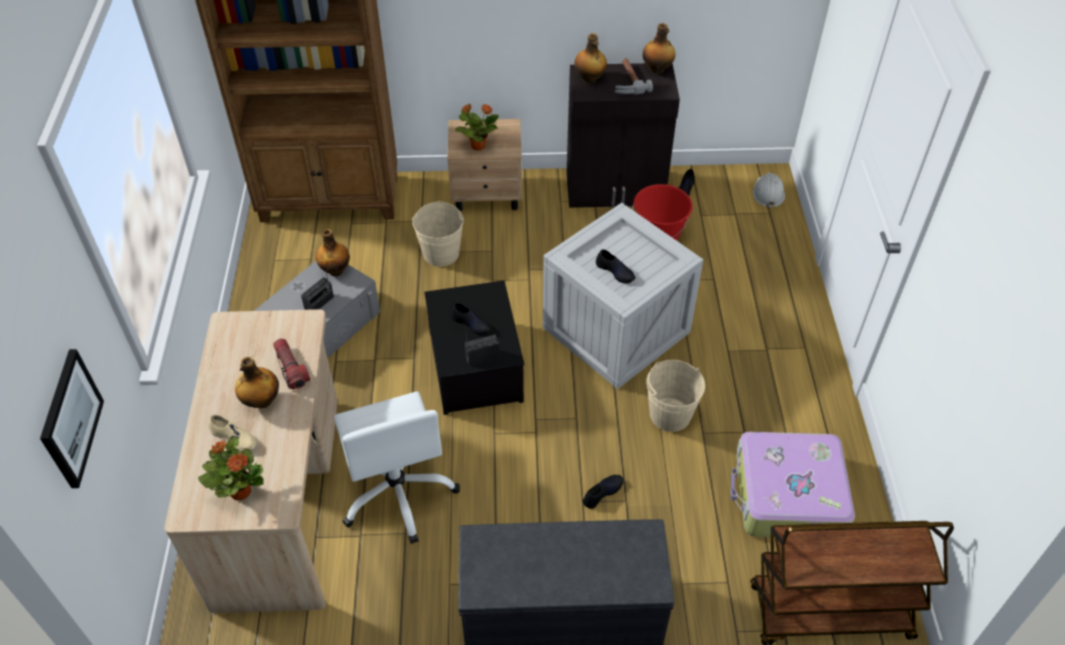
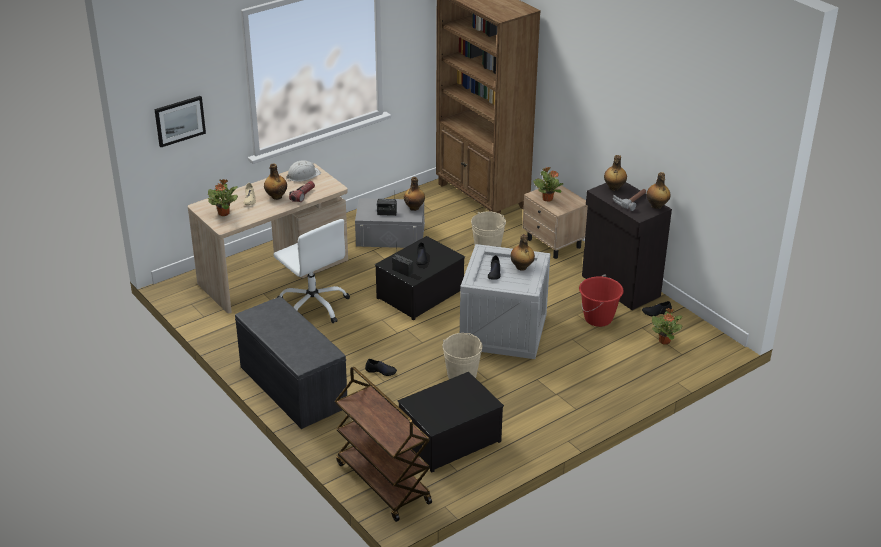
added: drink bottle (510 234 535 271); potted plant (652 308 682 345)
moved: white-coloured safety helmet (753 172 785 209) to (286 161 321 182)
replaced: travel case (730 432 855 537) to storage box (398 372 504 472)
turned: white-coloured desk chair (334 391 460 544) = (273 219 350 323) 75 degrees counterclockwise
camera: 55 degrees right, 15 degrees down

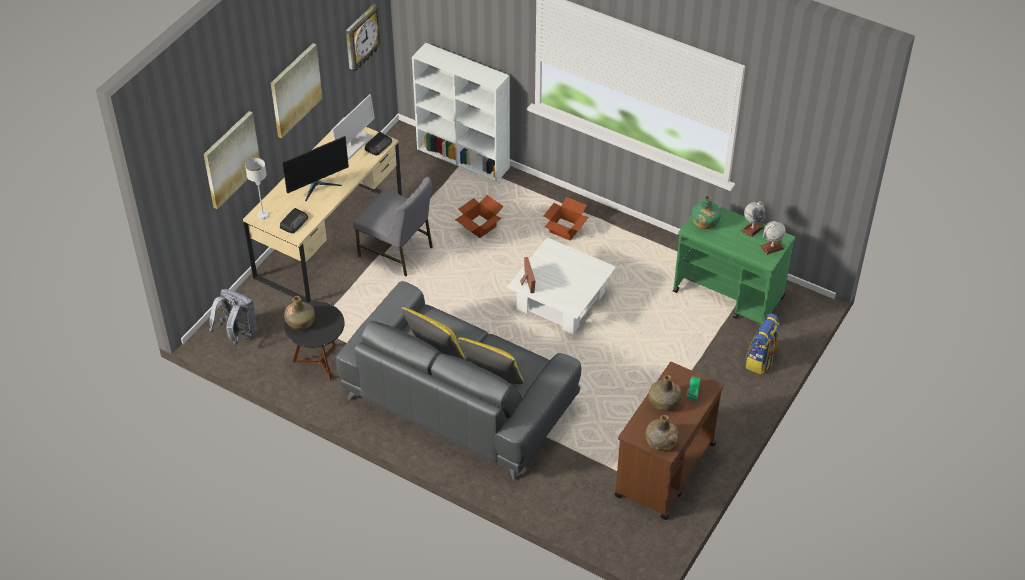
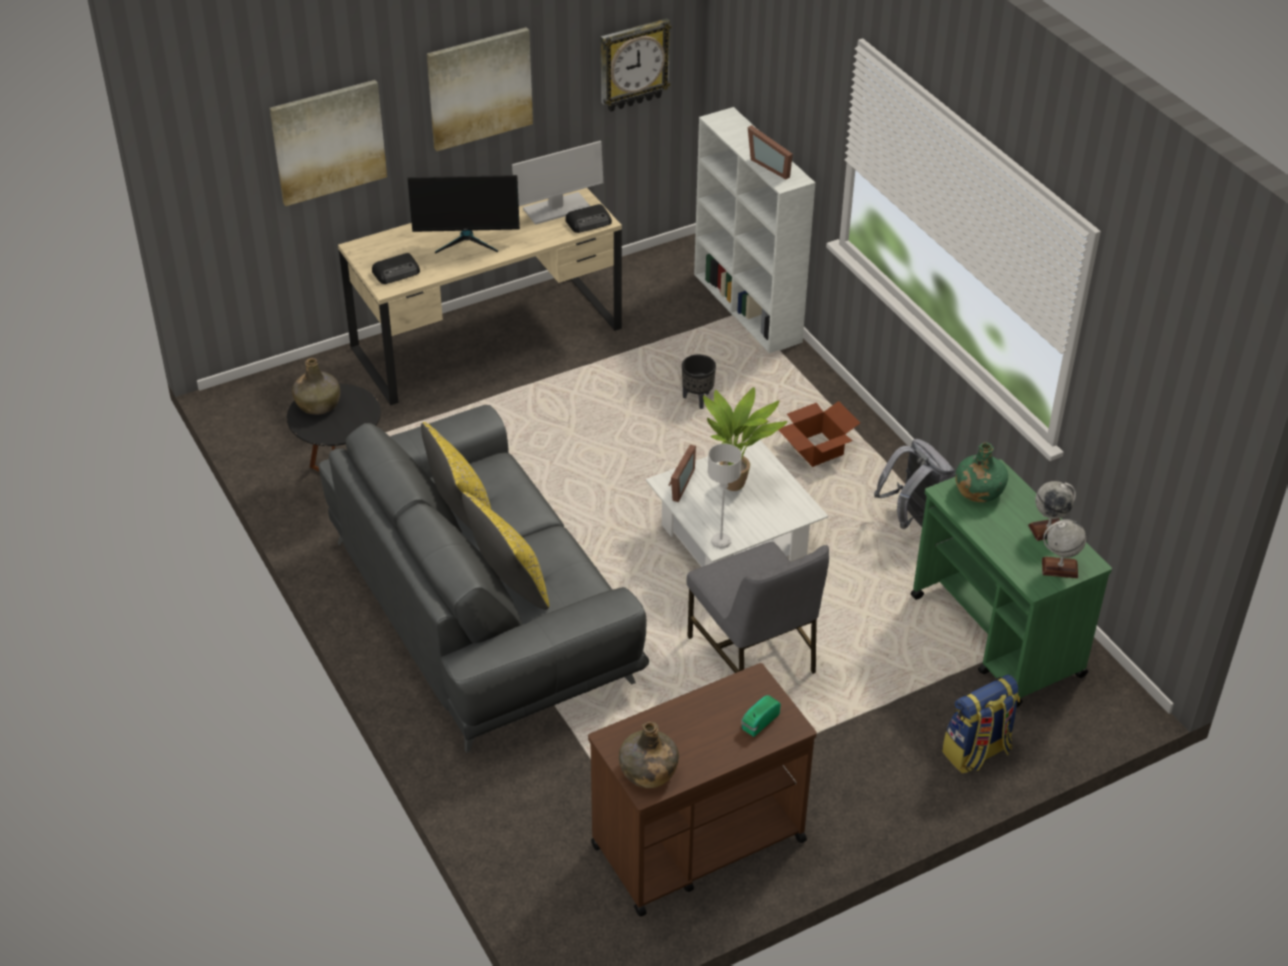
removed: green drink bottle (649 375 682 412)
added: potted plant (703 387 787 491); photo frame (748 125 793 179)
moved: grey upright chair (353 177 433 276) to (686 542 829 674); grey lamp for a table (245 158 269 220) to (708 444 742 549); grey rucksack (209 289 257 346) to (874 439 955 529)
replaced: cardboard box (455 195 504 238) to blackish flower pot (682 354 716 409)
camera: 30 degrees right, 5 degrees down

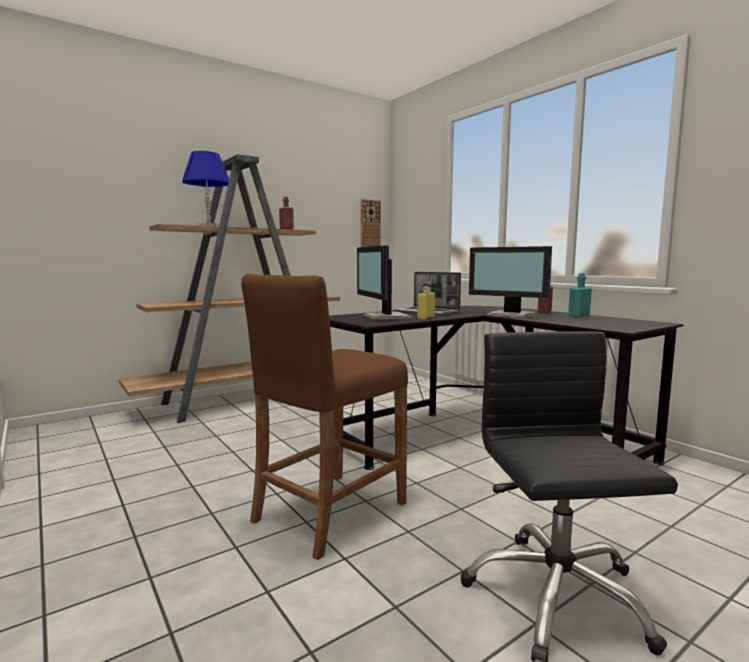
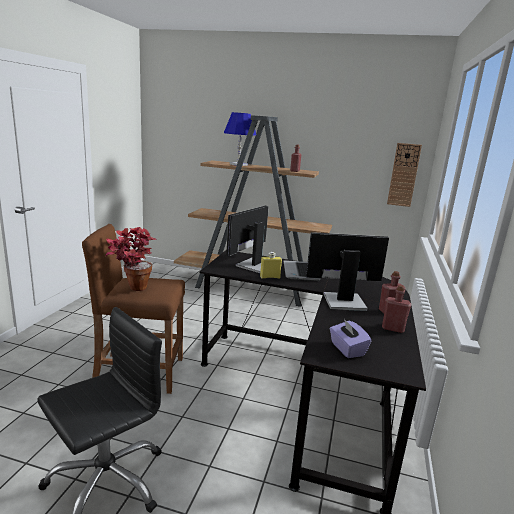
added: potted plant (105 227 157 291); purple-coloured tissue box (330 319 371 358)
recoloured: turquoise-coloured drink bottle (568 273 592 317) to red drink bottle (382 285 411 333)
turned: computer display (469 246 552 318) = (306 232 389 311) 90 degrees clockwise
camera: 50 degrees right, 10 degrees up

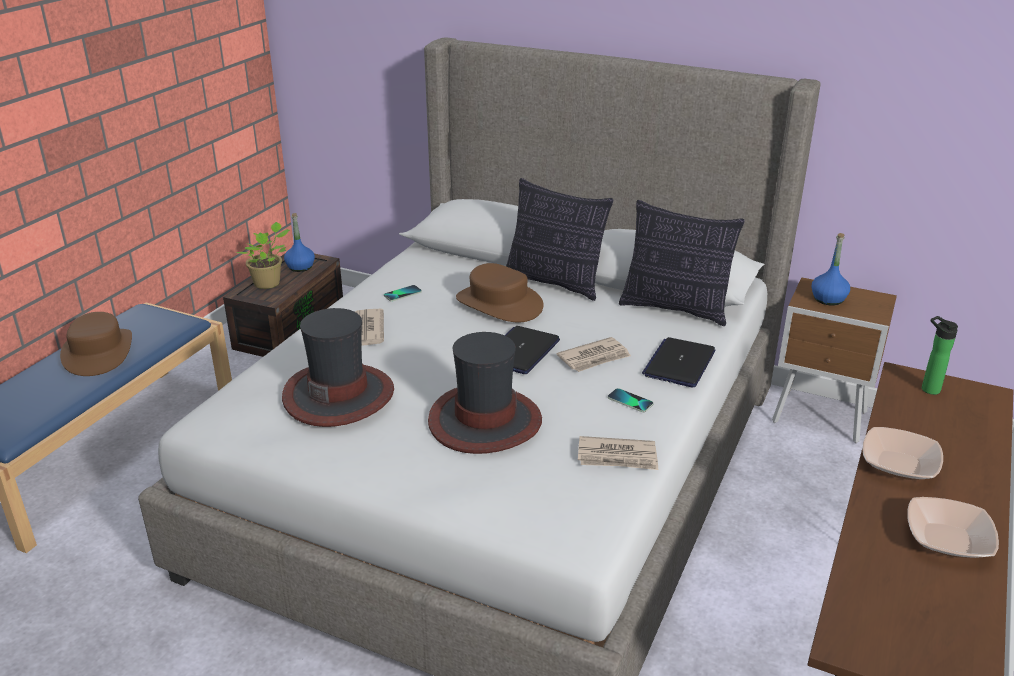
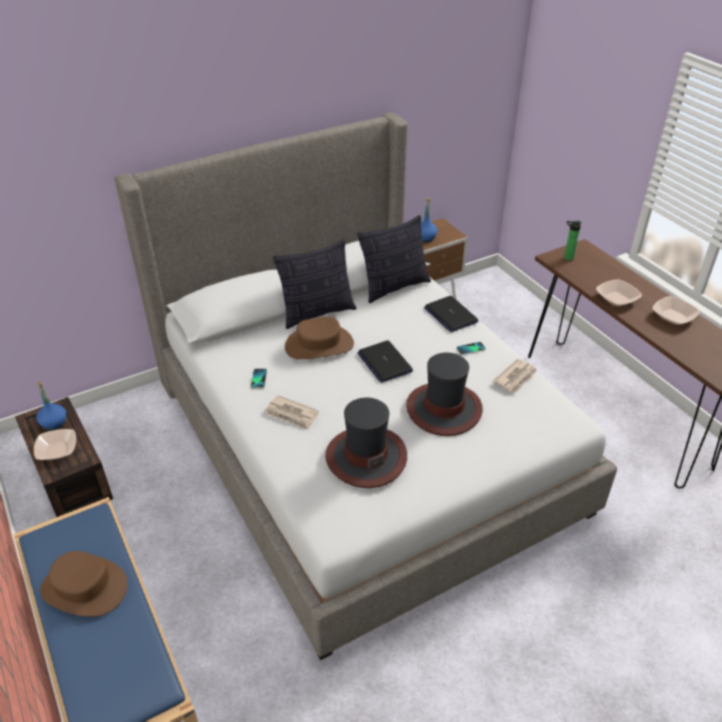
removed: daily paper (557 337 631 372)
replaced: potted plant (236 222 290 289) to serving bowl (34 429 76 460)
camera: 55 degrees left, 10 degrees up

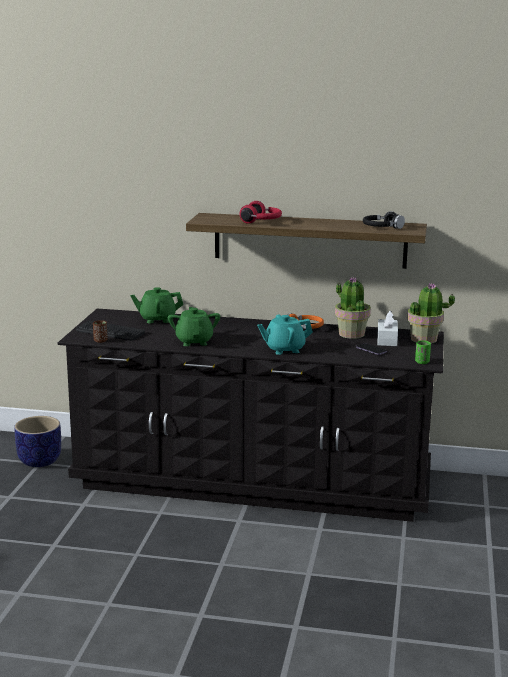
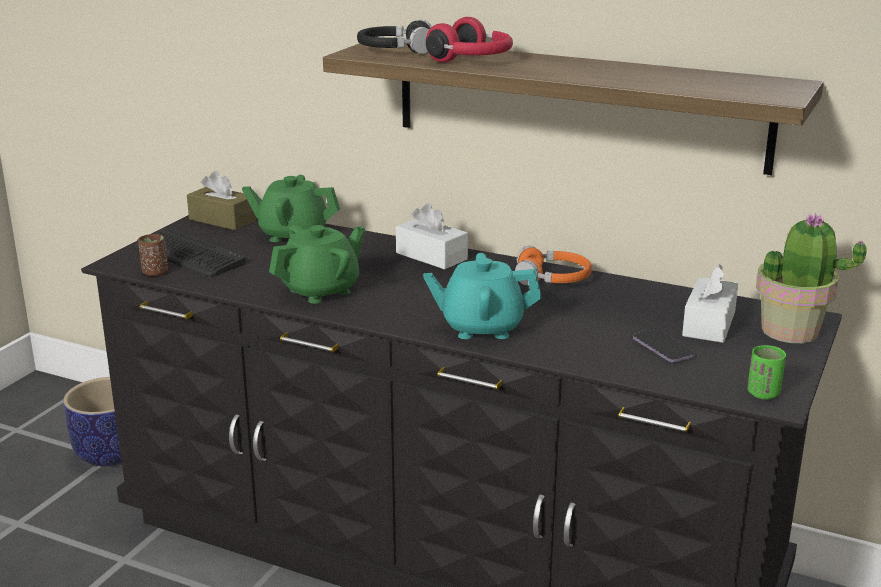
removed: potted plant (335 277 371 339)
added: brown-coloured tissue box (187 171 256 230); white-coloured tissue box (396 203 468 270)
moved: blackish pair of headphones (363 211 405 229) to (357 20 432 54)
turned: green pot for tea (168 307 220 346) = (269 225 365 304) 45 degrees clockwise
camera: 15 degrees right, 5 degrees up

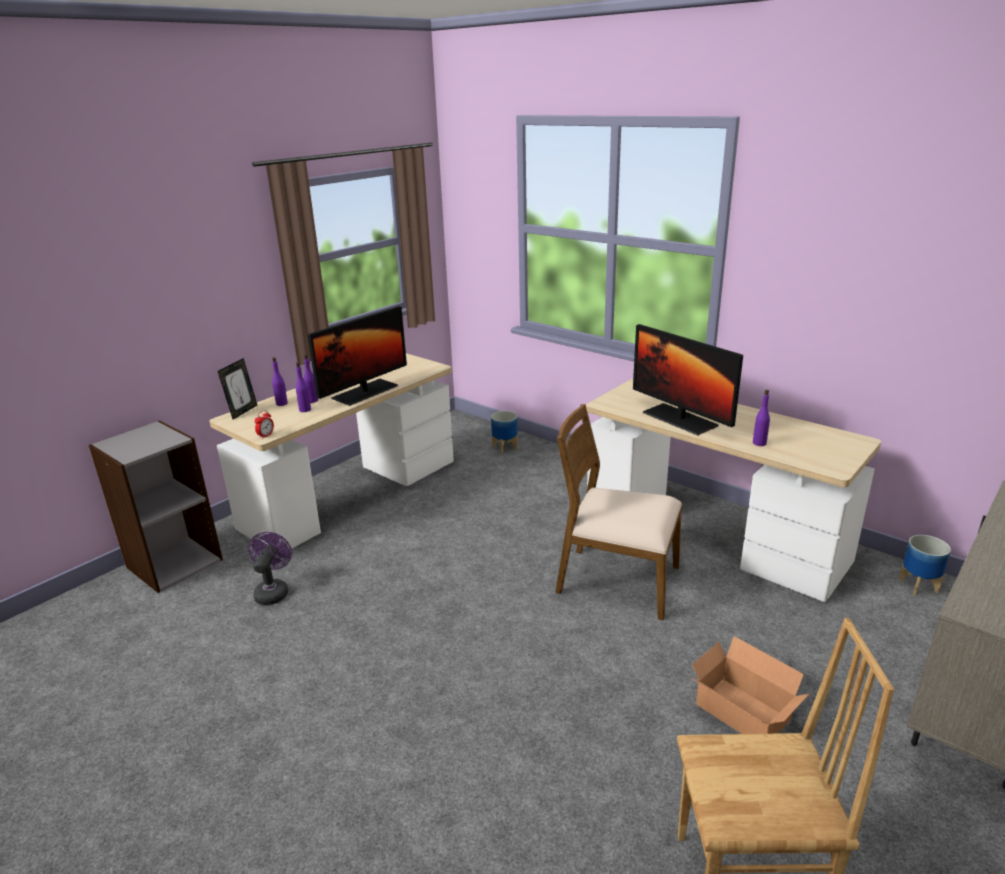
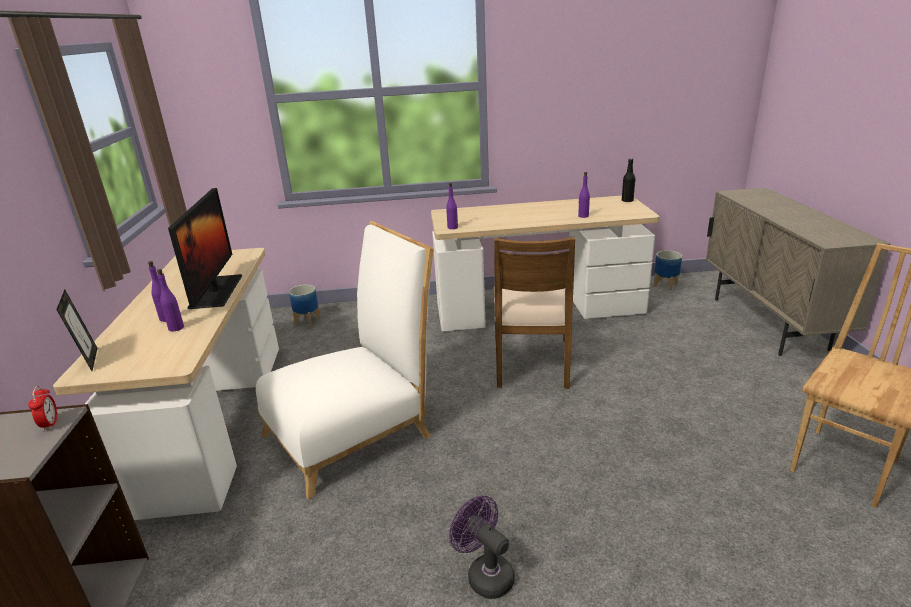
removed: computer display (633 324 743 435); cardboard box (691 636 810 734)
added: white-coloured upright chair (256 221 434 499); blackish drink bottle (622 158 636 202)
moved: table clock (255 410 274 439) to (28 386 57 431); purple-coloured drink bottle (272 357 288 406) to (446 183 458 229); purple-coloured fan (248 532 292 605) to (449 495 515 599)
turned: brown-coloured upright chair (555 404 682 621) = (494 237 575 389) 60 degrees counterclockwise
camera: 45 degrees left, 0 degrees up

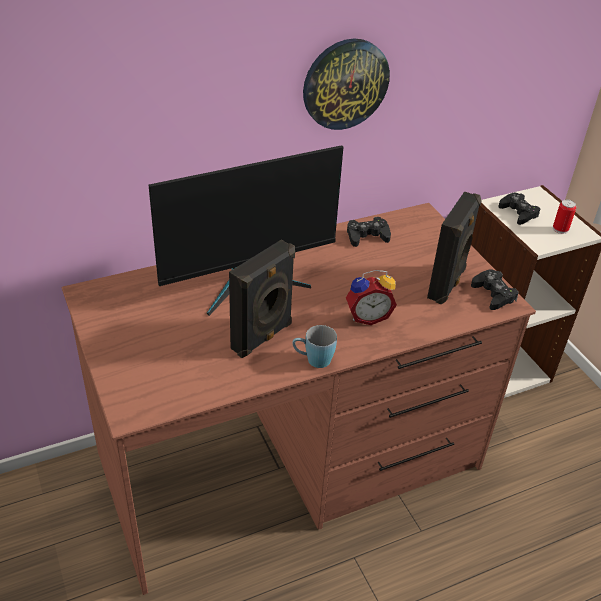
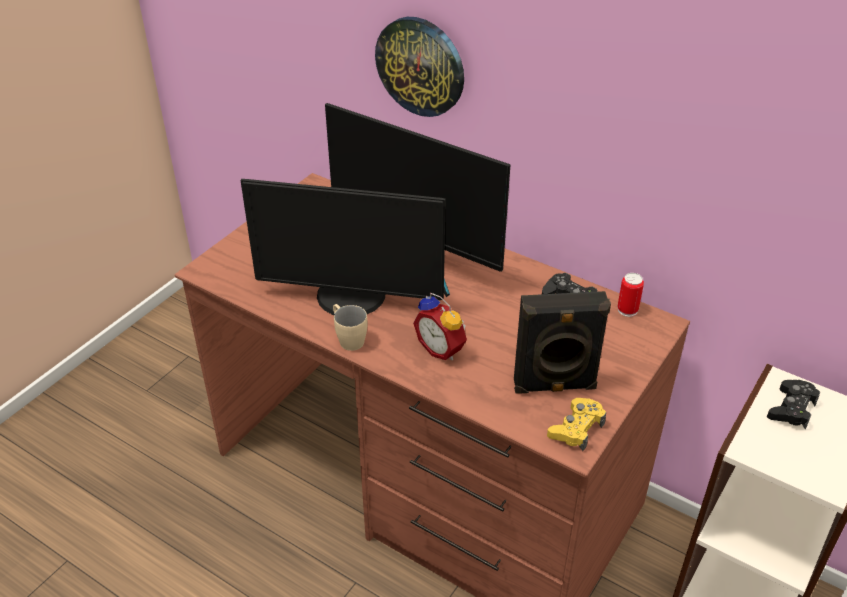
moved: clock on the wall (303 38 390 130) to (375 17 464 117); can (553 200 576 234) to (617 273 644 317)
replaced: blackish audio speaker (229 240 295 358) to computer display (241 179 446 315)
recoloured: blue tea mug (292 325 337 368) to beige tea mug (333 304 367 351); blackish game controller (471 270 519 310) to yellow-coloured game controller (547 398 606 451)
camera: 60 degrees right, 0 degrees up

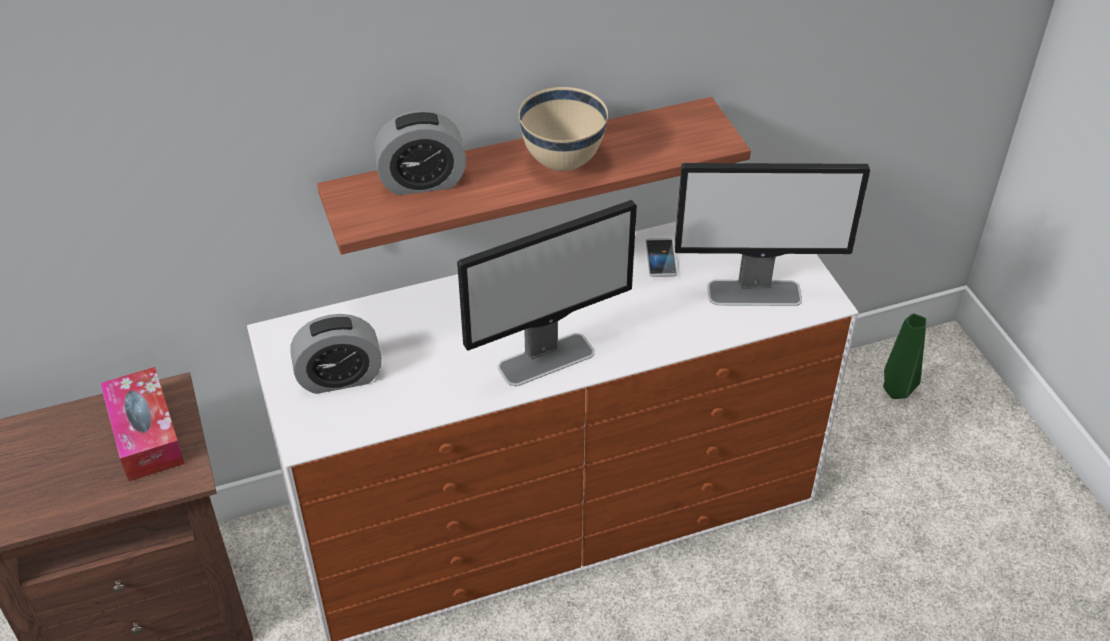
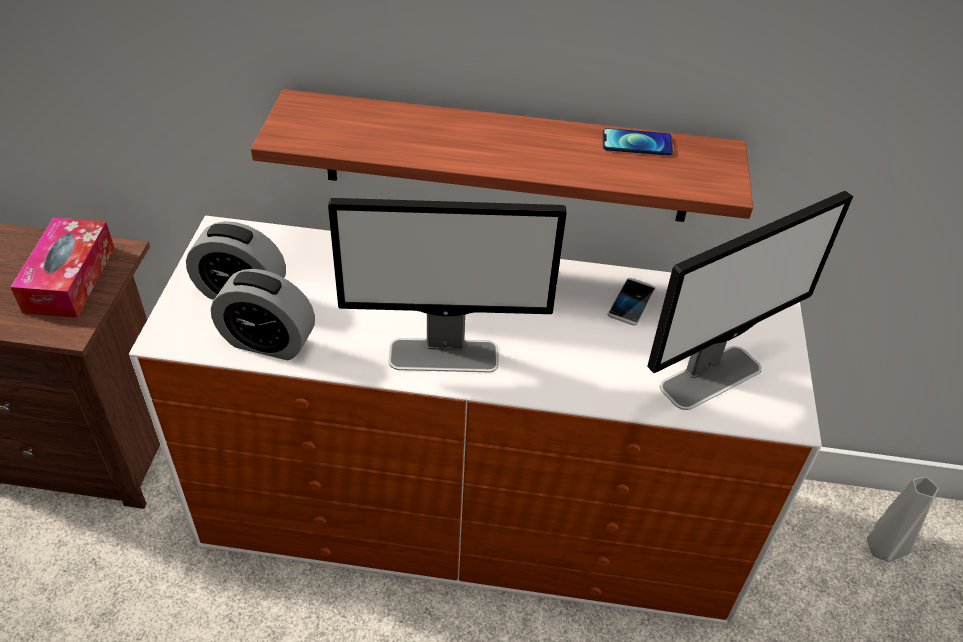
removed: beige serving bowl (519 87 608 171)
added: handset (603 128 673 156)
moved: table clock (374 110 466 195) to (211 269 315 360)
recoloured: green flower vase (883 313 926 399) to grey flower vase (867 477 939 562)
turned: computer display (674 163 870 306) = (647 191 853 410) 60 degrees counterclockwise
camera: 25 degrees right, 0 degrees up

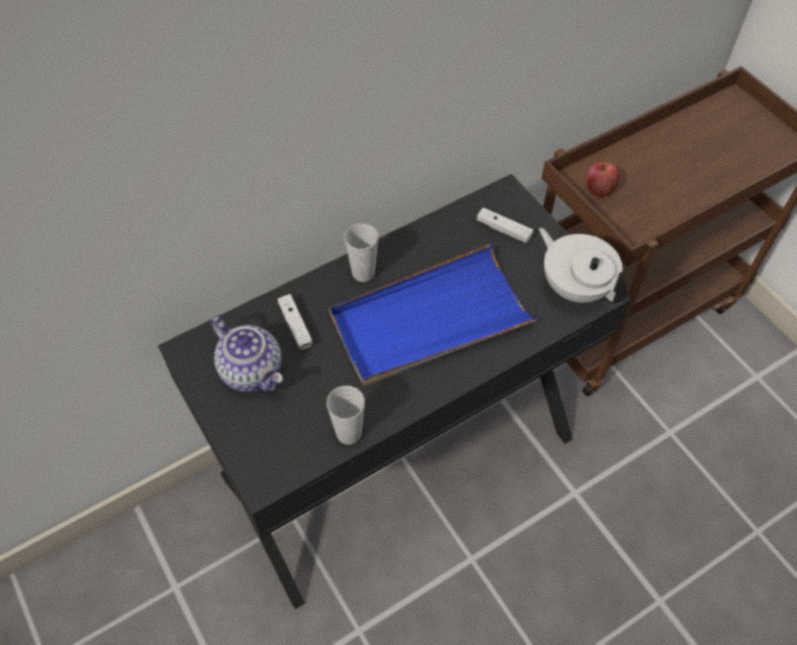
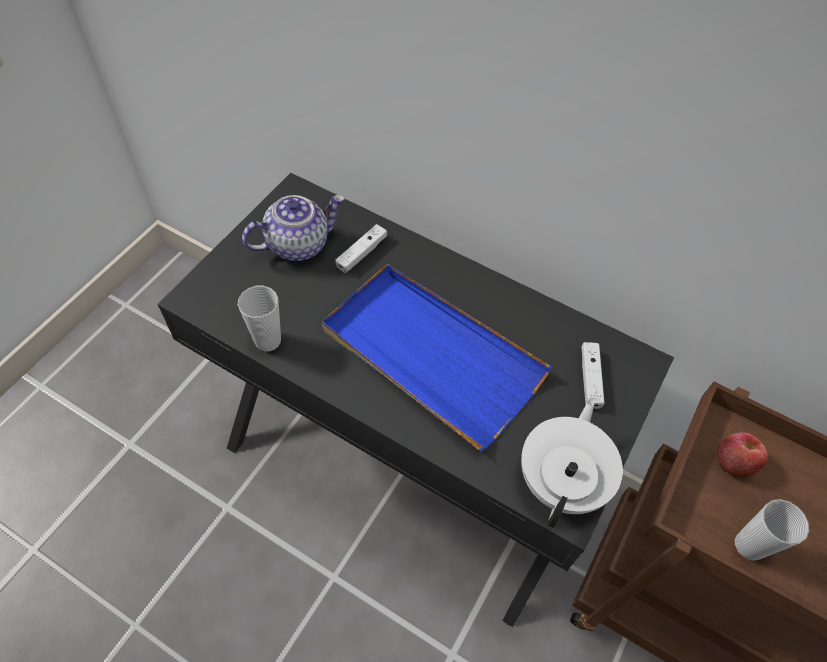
moved: drinking cup (345 223 378 282) to (735 499 809 561)
turned: pot for tea (210 316 283 392) = (242 195 345 261) 135 degrees counterclockwise
camera: 60 degrees right, 0 degrees up

